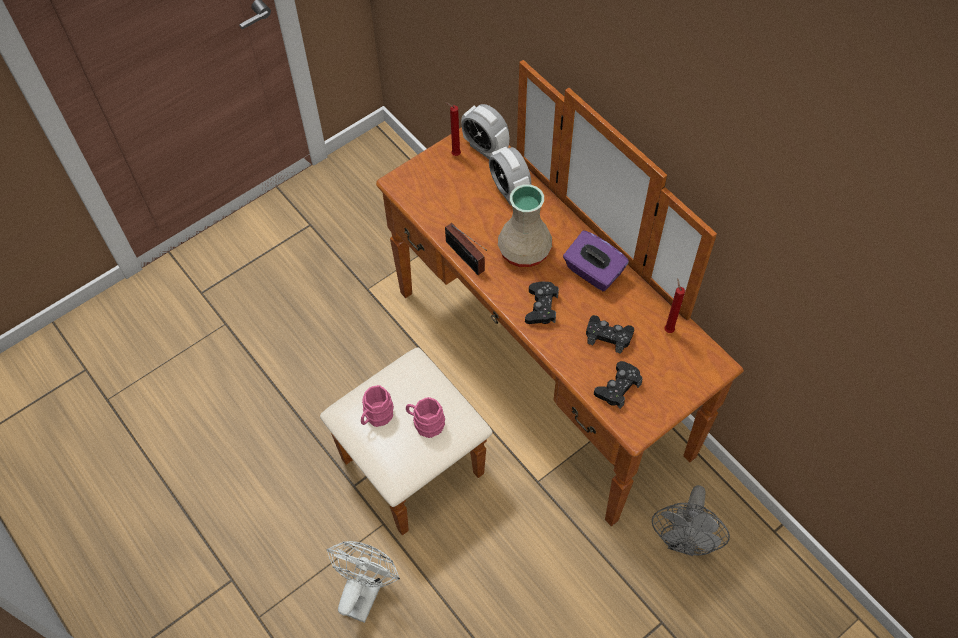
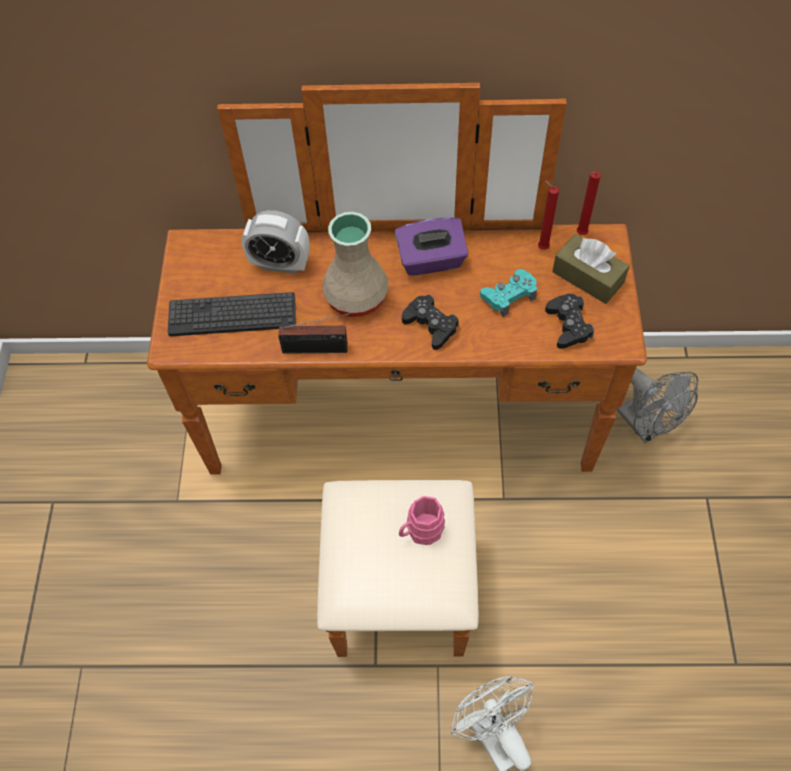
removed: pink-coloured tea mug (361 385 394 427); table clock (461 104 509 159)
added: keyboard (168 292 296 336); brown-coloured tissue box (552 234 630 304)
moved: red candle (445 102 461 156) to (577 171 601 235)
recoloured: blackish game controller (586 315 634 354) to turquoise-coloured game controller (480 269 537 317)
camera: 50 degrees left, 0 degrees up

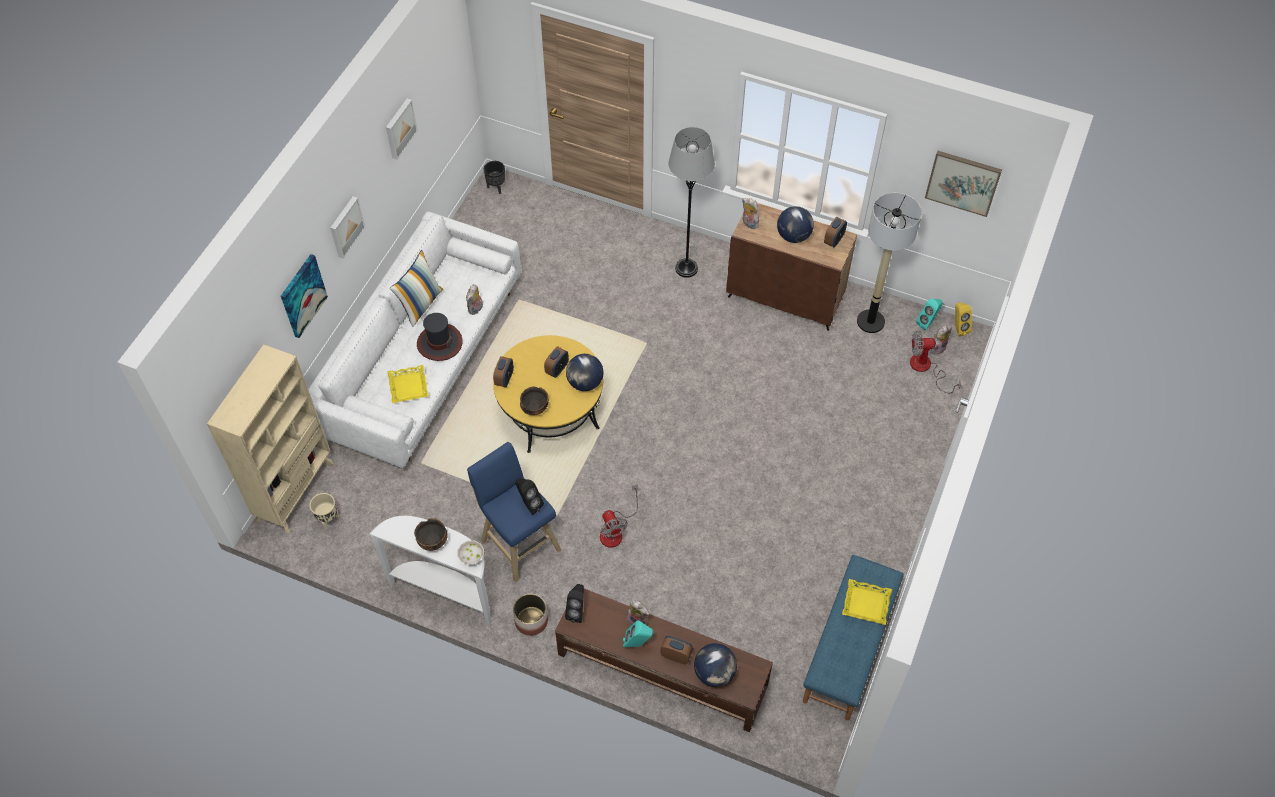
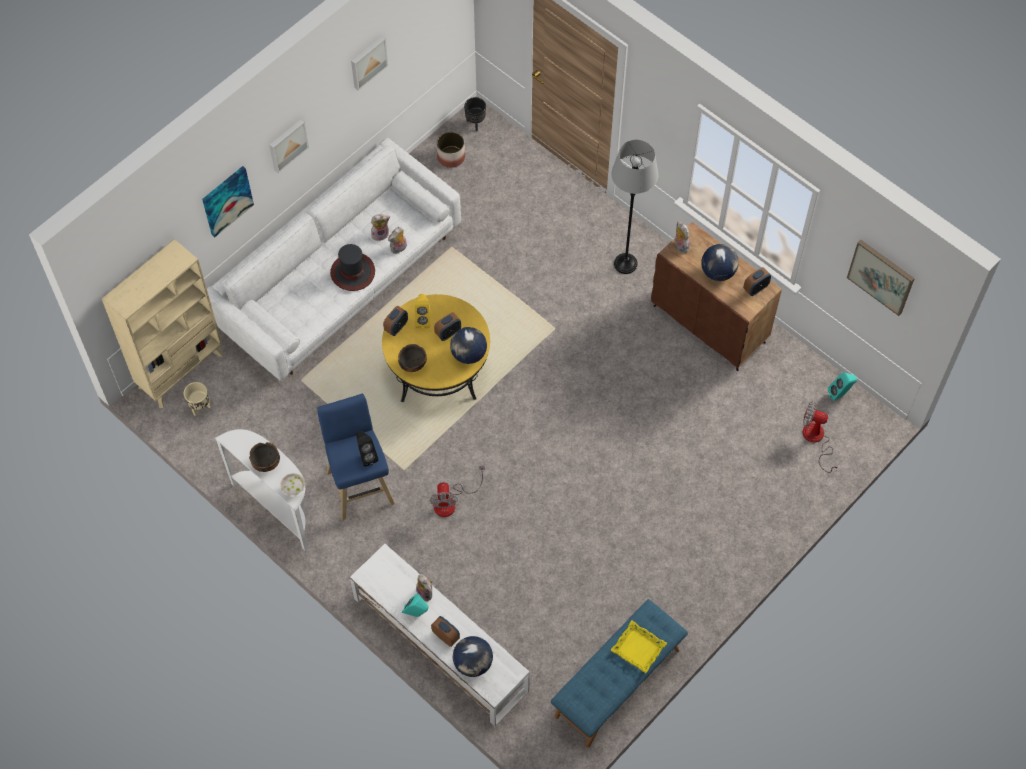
removed: yellow-coloured tray (387 365 429 403); cushion (390 250 443 327); blackish audio speaker (565 584 584 623); floor lamp (857 193 922 333)
moved: cuddly toy (931 326 952 354) to (371 214 390 241); yellow-coloured audio speaker (955 302 972 337) to (415 294 431 329); flower pot (513 594 548 636) to (437 131 465 168)
recoloured: brown-coloured media console (555 589 773 732) to white-coloured media console (350 544 530 726)
camera: 20 degrees right, 5 degrees up

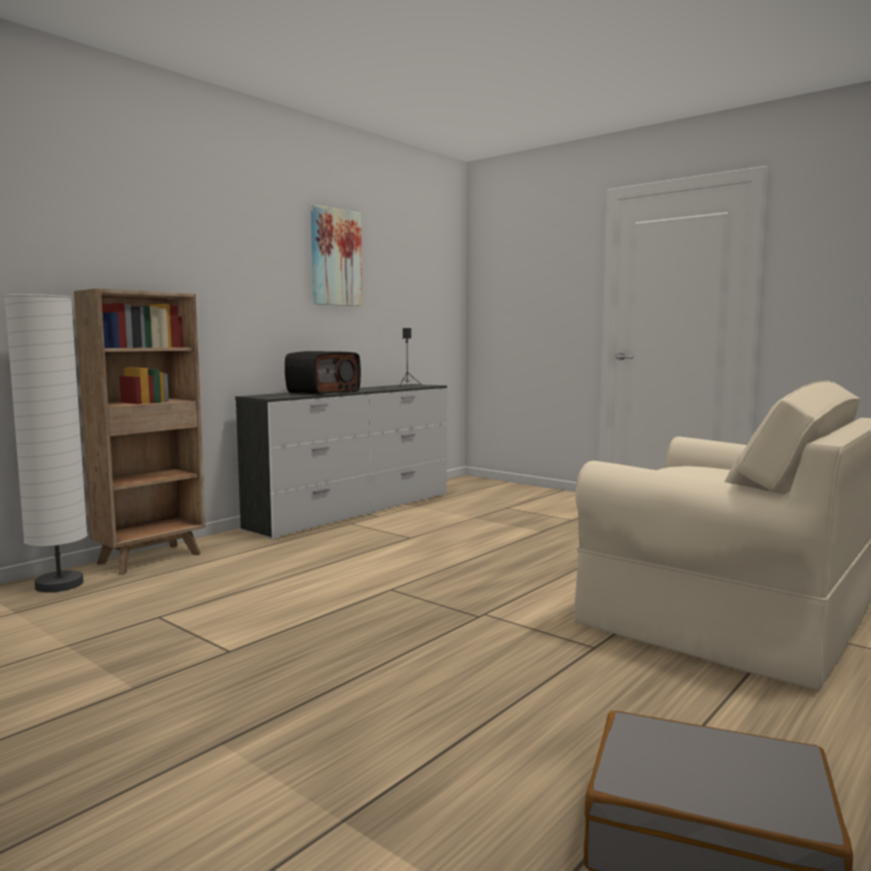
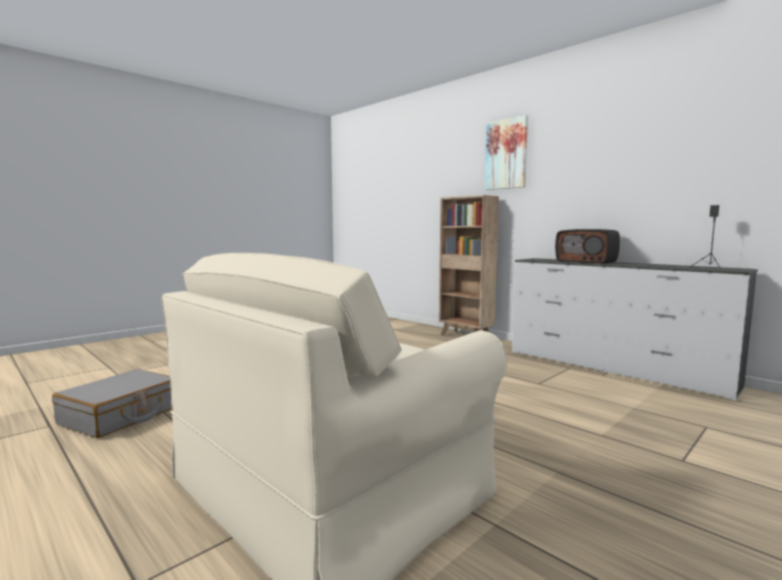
removed: white-coloured floor lamp (4 294 88 592)
moved: picture (311 204 362 306) to (485 115 528 190)
camera: 95 degrees right, 0 degrees up

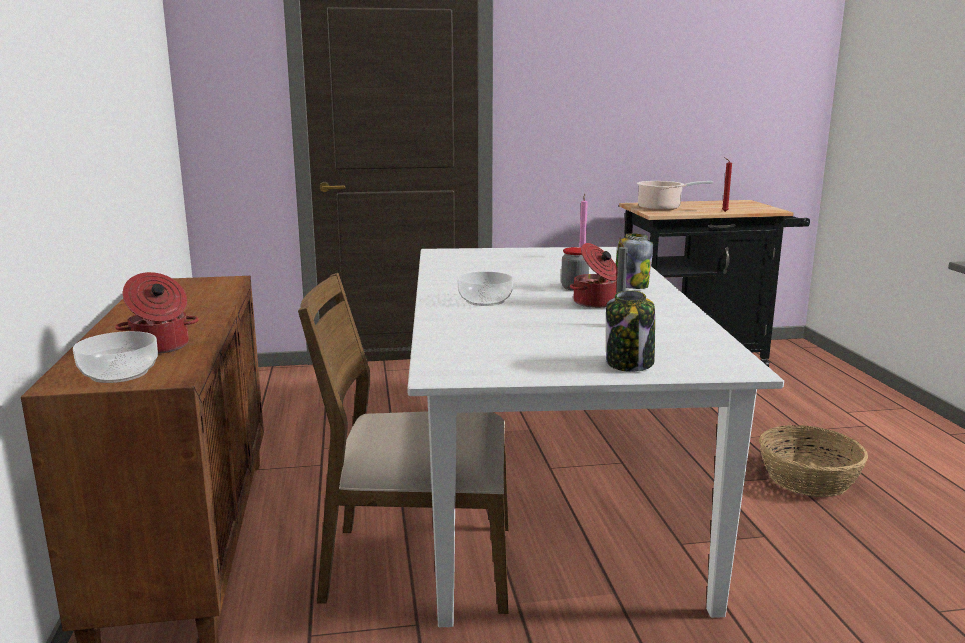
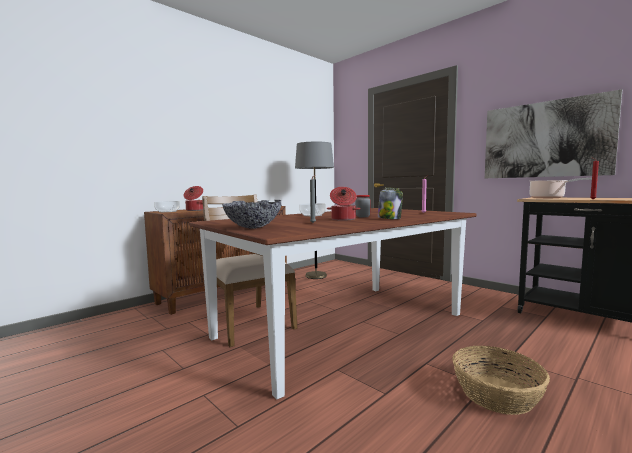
added: grey floor lamp (295 142 334 279); picture (485 89 622 178)
replaced: preserve jar (606 290 655 372) to serving bowl (222 200 281 228)
recoloured: white-coloured kitchen table (407 247 784 627) to brown-coloured kitchen table (189 208 477 399)
camera: 55 degrees right, 10 degrees down

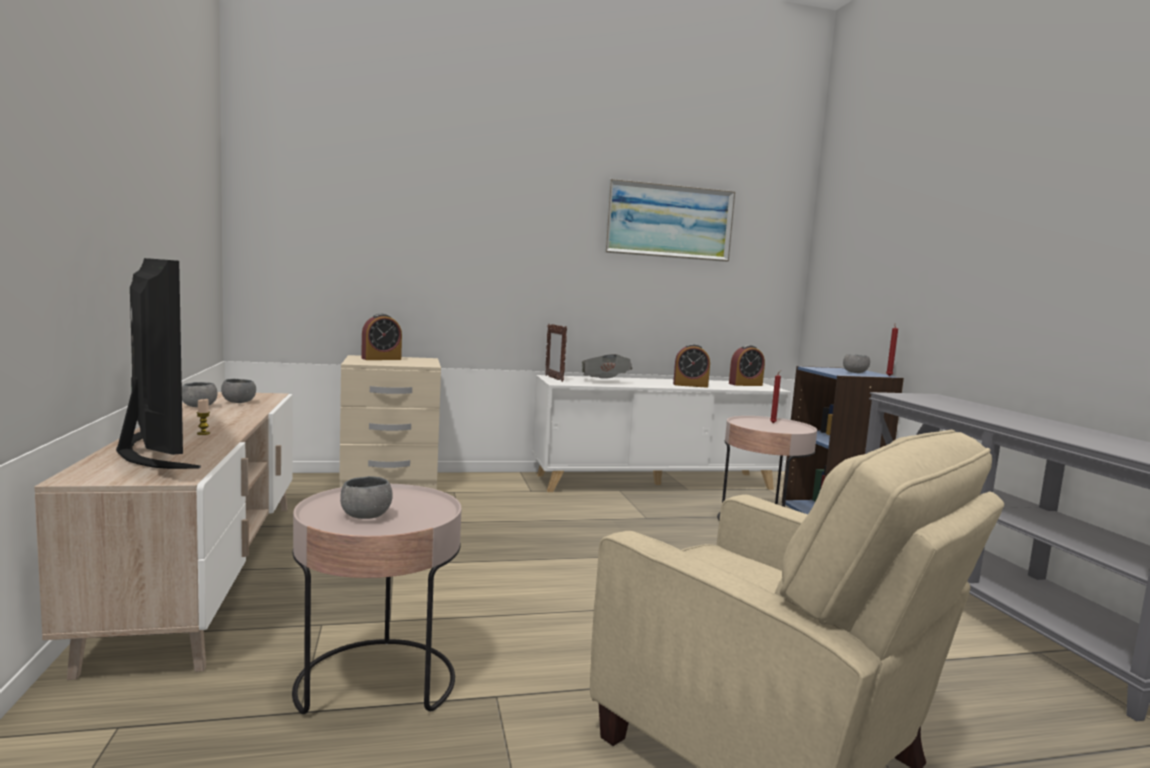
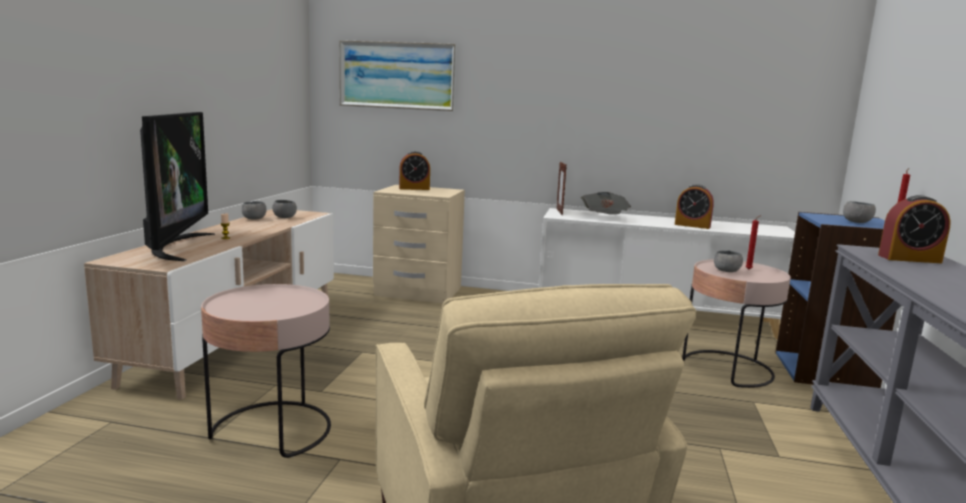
moved: picture (604 179 735 262) to (339 40 457 111); grey serving bowl (340 476 393 519) to (714 250 743 272); table clock (729 345 765 386) to (878 195 951 263)
camera: 25 degrees right, 5 degrees up

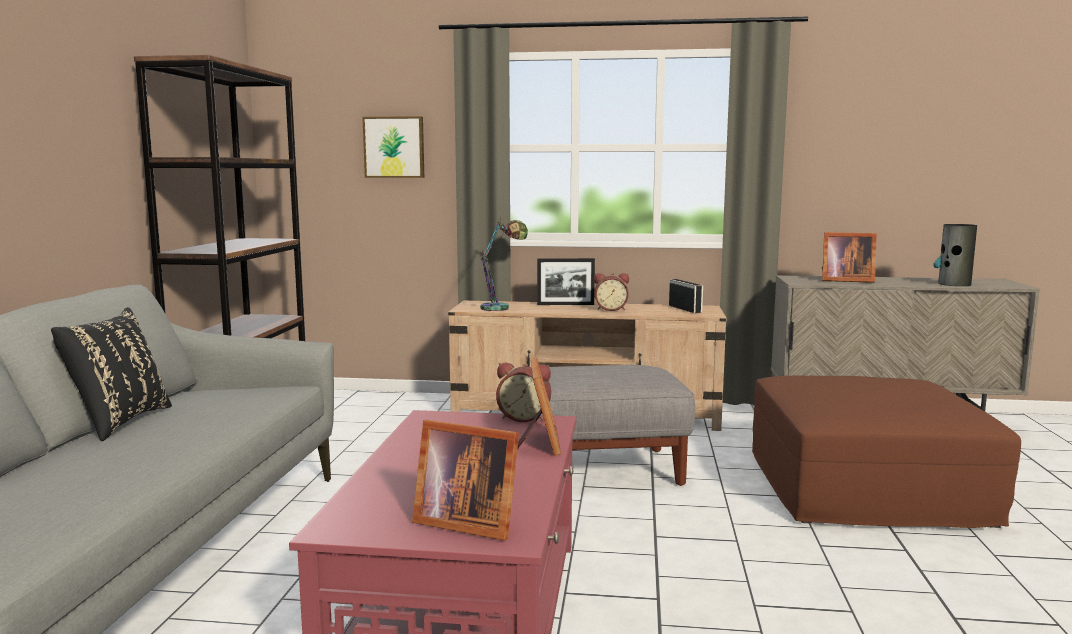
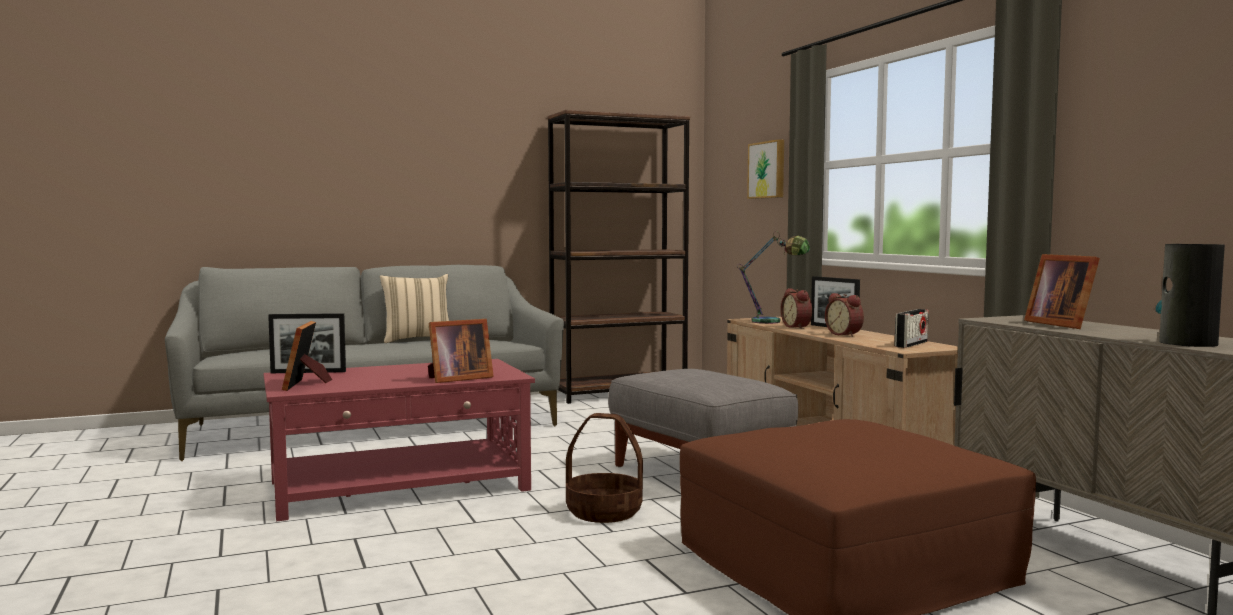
added: photo frame (268 313 346 373); household basket (566 413 643 523)
moved: table clock (496 363 551 422) to (781 288 812 329)
recoloured: blackish cushion (51 307 172 441) to beige cushion (380 274 449 343)
camera: 60 degrees right, 5 degrees down

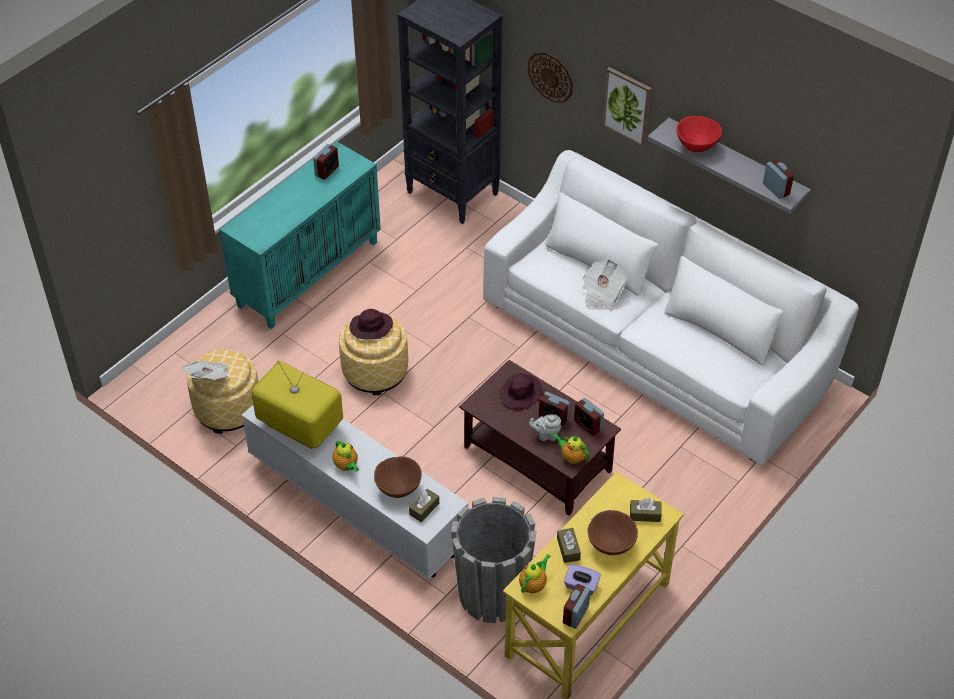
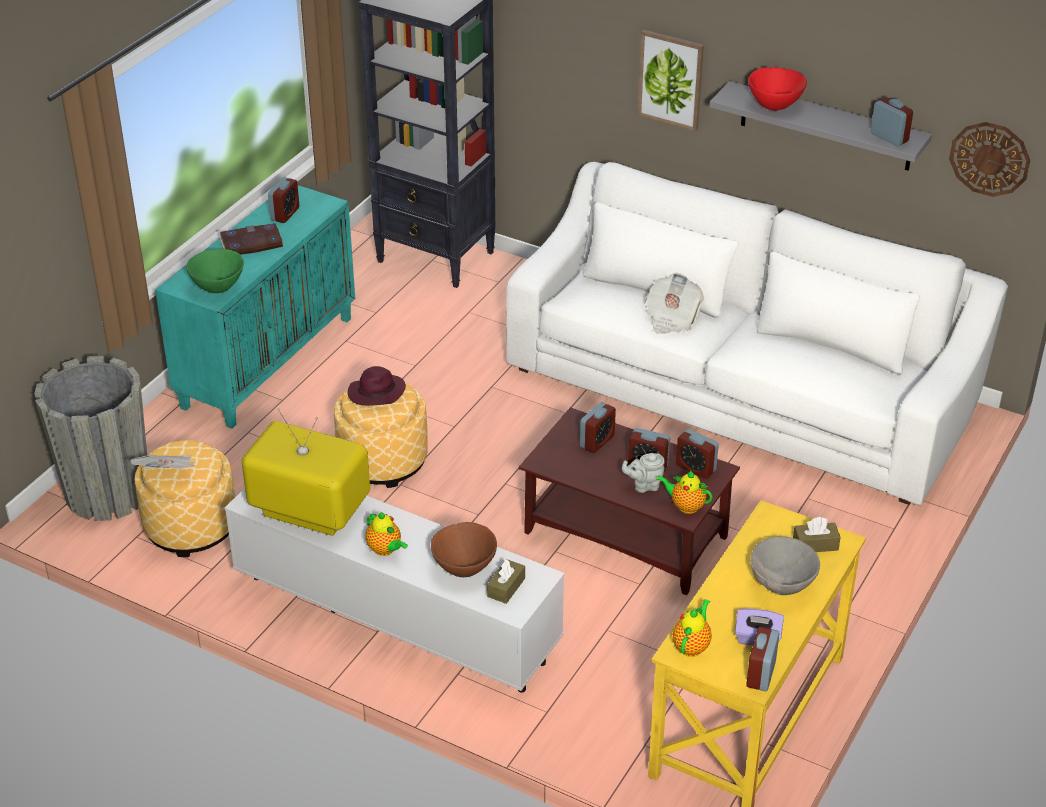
removed: brown-coloured tissue box (557 528 581 563)
added: green serving bowl (186 249 244 293); volume (219 223 284 255)
moved: grey flower pot (451 497 536 623) to (34 356 147 521); clock on the wall (528 52 573 103) to (949 122 1030 197)
replaced: purple-coloured hat (499 373 543 408) to table clock (580 402 616 453)
recoloured: brown-coloured serving bowl (588 510 638 555) to grey serving bowl (750 536 820 595)
camera: 10 degrees left, 10 degrees down

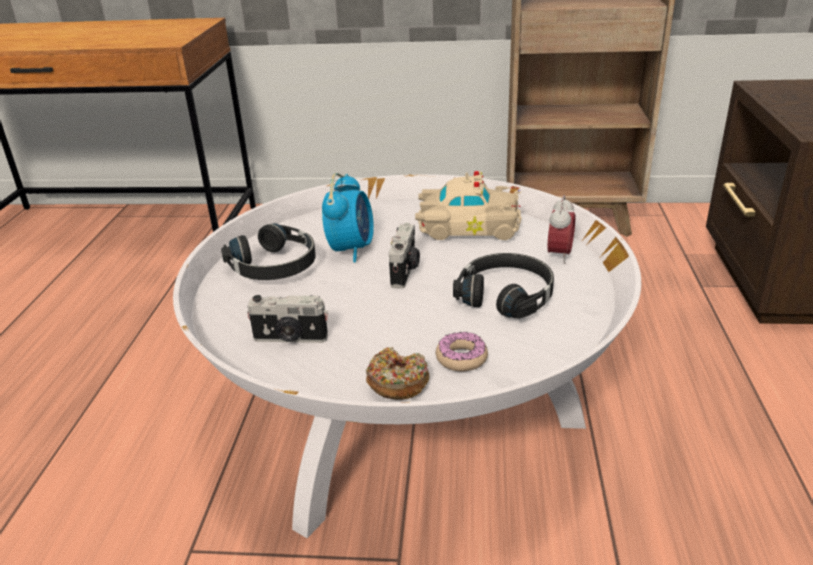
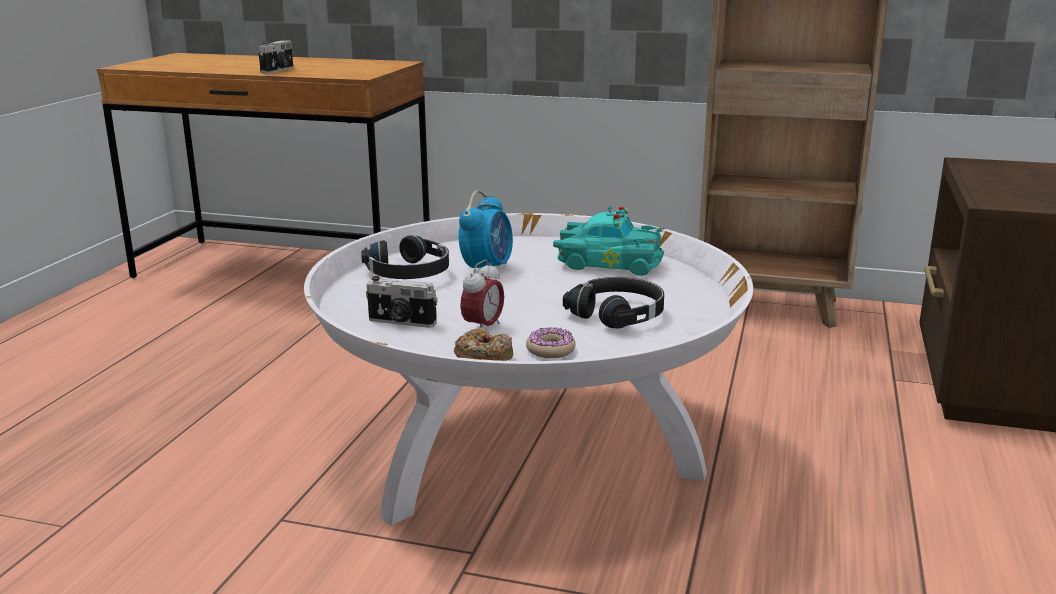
moved: still camera (389 223 420 289) to (258 40 293 74); table clock (547 195 575 264) to (460 260 504 328)
recoloured: beige miniature car (415 171 521 240) to turquoise-coloured miniature car (553 206 665 276)
camera: 10 degrees right, 10 degrees down

